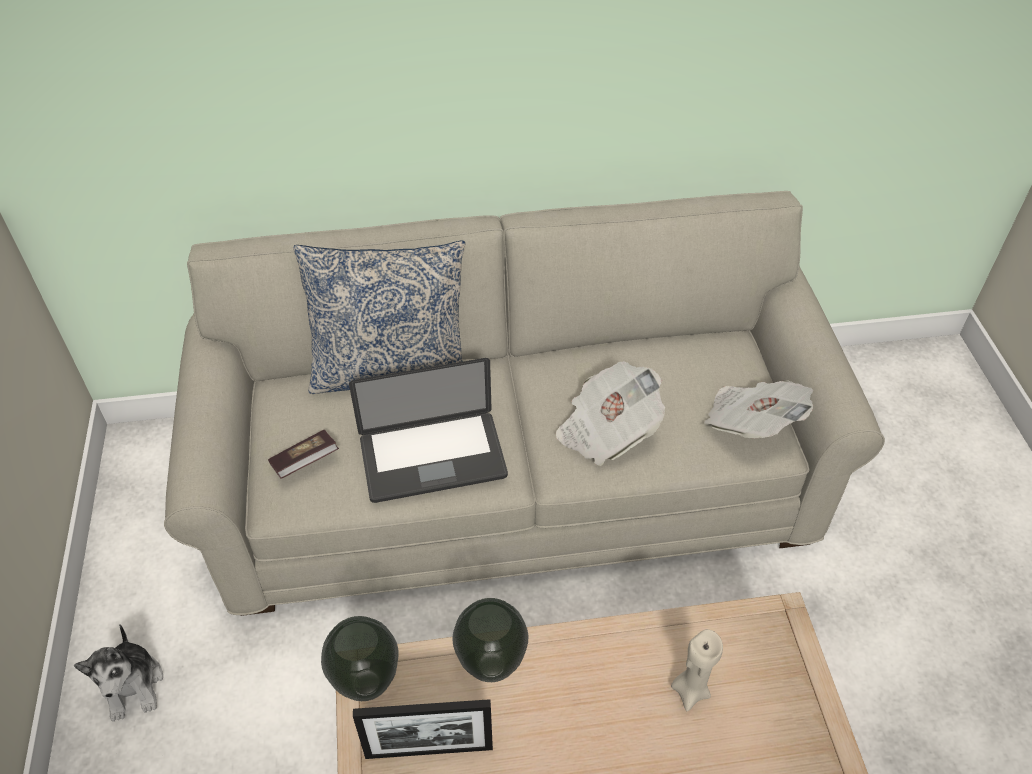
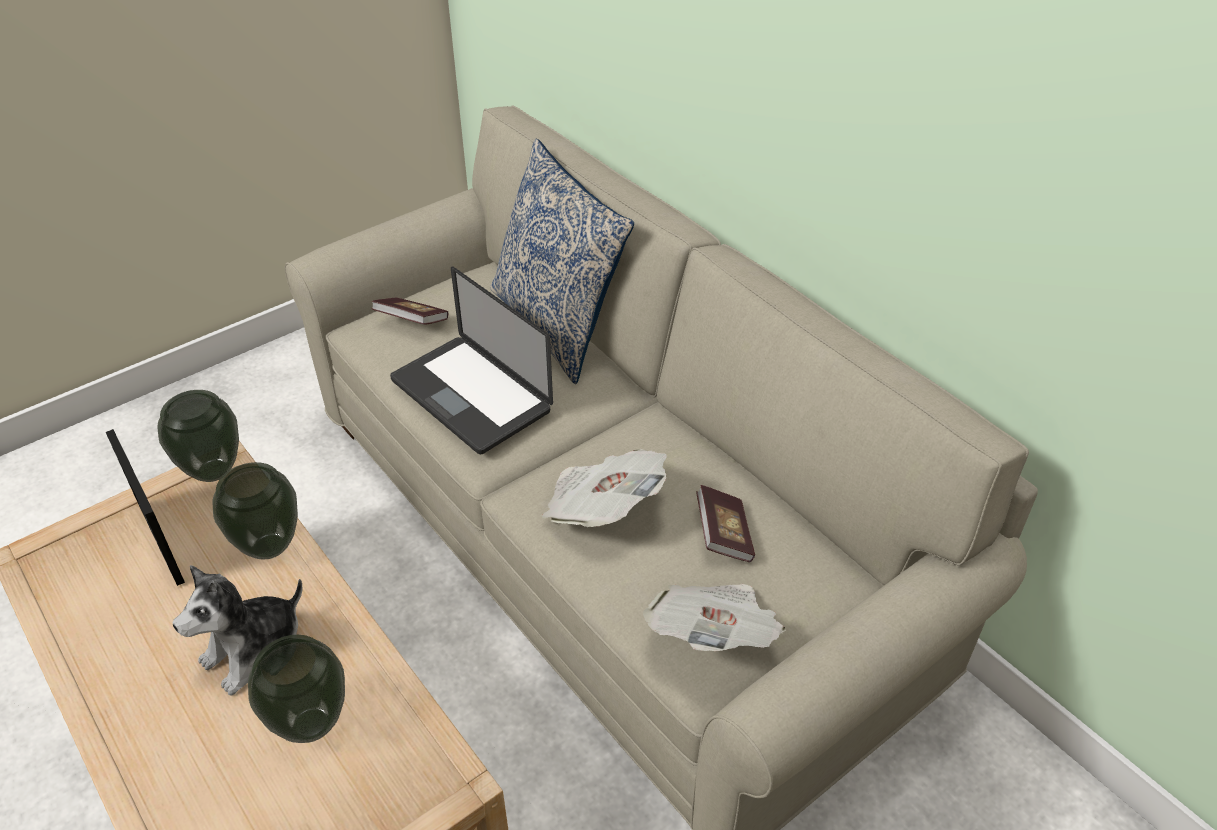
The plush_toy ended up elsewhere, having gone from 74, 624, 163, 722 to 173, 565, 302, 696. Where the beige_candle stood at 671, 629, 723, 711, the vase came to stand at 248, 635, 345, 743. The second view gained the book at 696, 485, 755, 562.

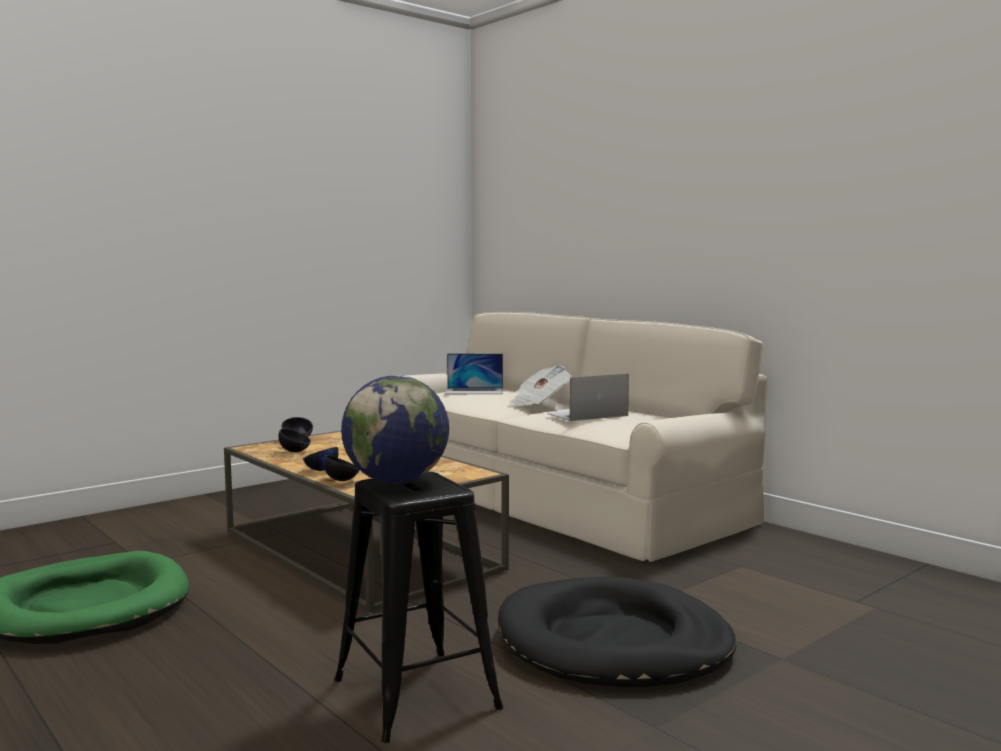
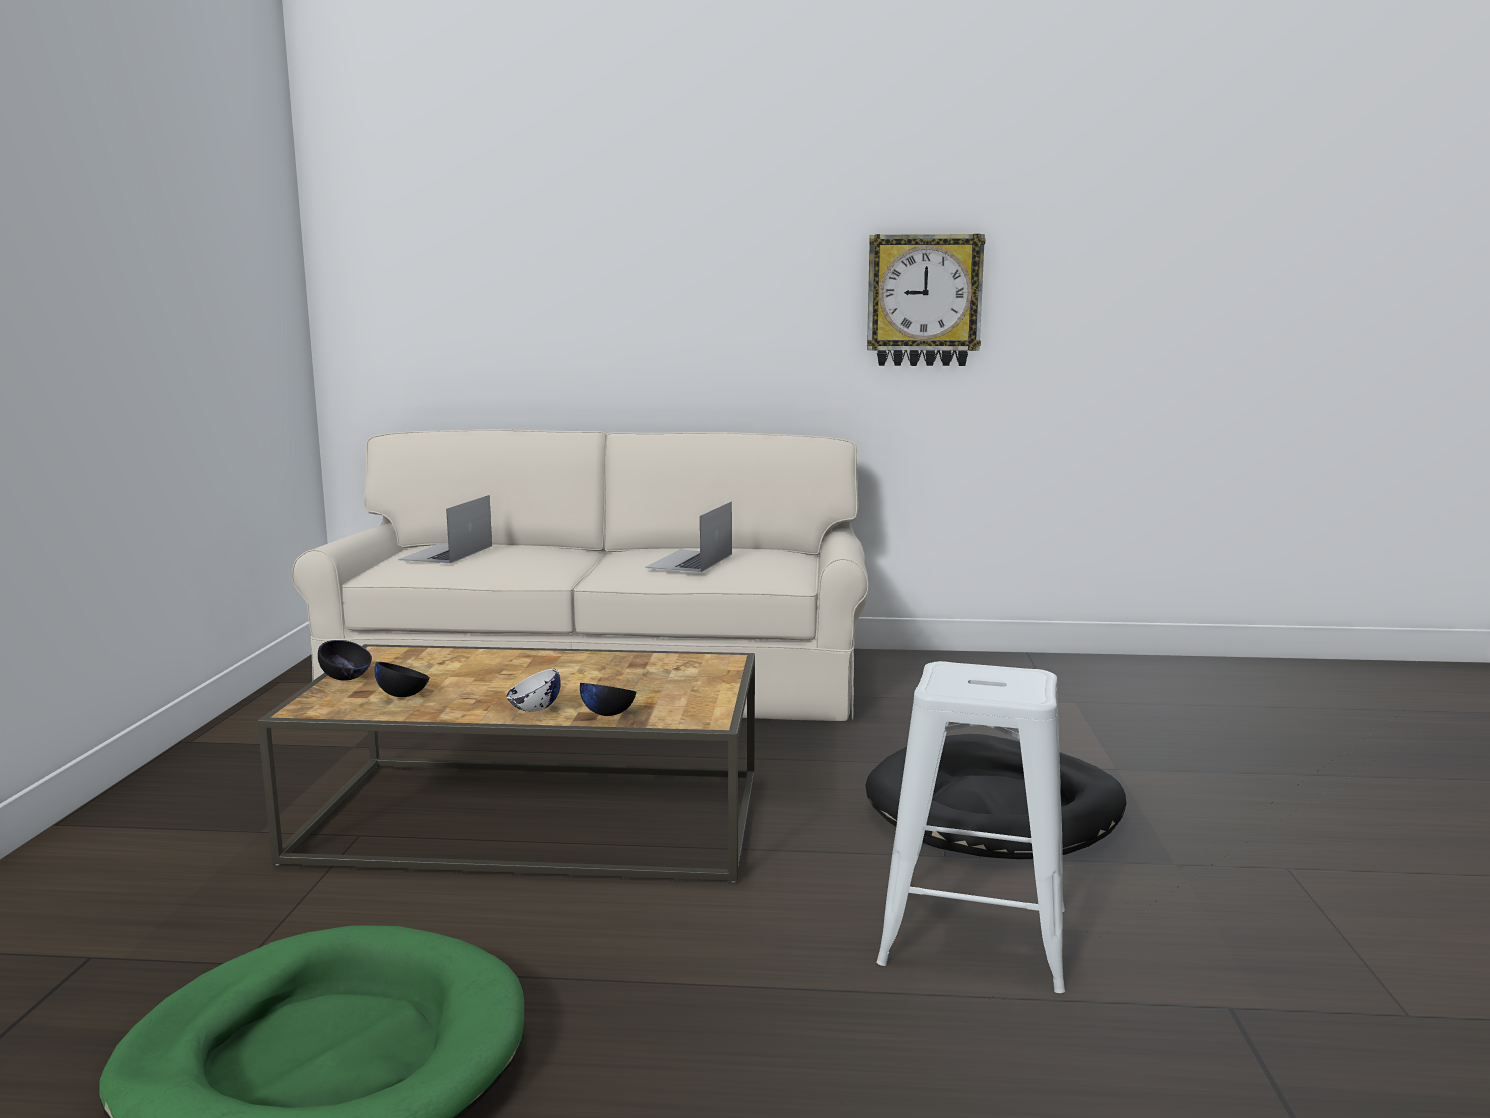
The laptop at 445, 354, 503, 394 ended up facing another way, 150 degrees clockwise from before. The second view lost the newspaper at 509, 365, 572, 406. The second view lost the globe at 341, 375, 449, 483. What was the black_bowl at 303, 447, 339, 471 turned into the white_bowl at 506, 669, 561, 712. What was the black_stool at 334, 472, 504, 743 turned into the white_stool at 876, 661, 1065, 993. The second view gained the wall_clock at 867, 234, 985, 366.

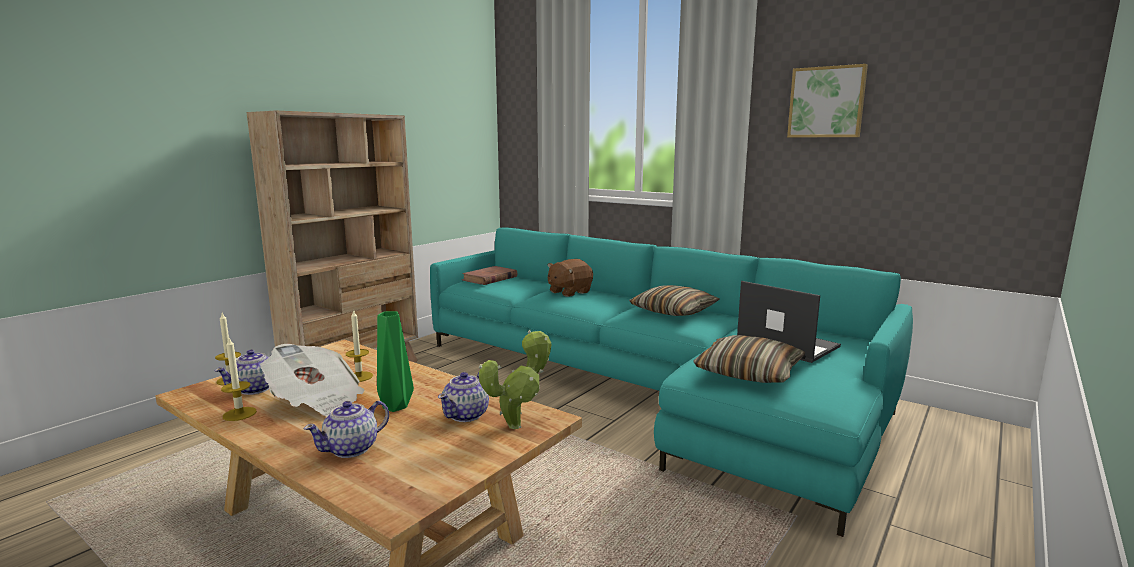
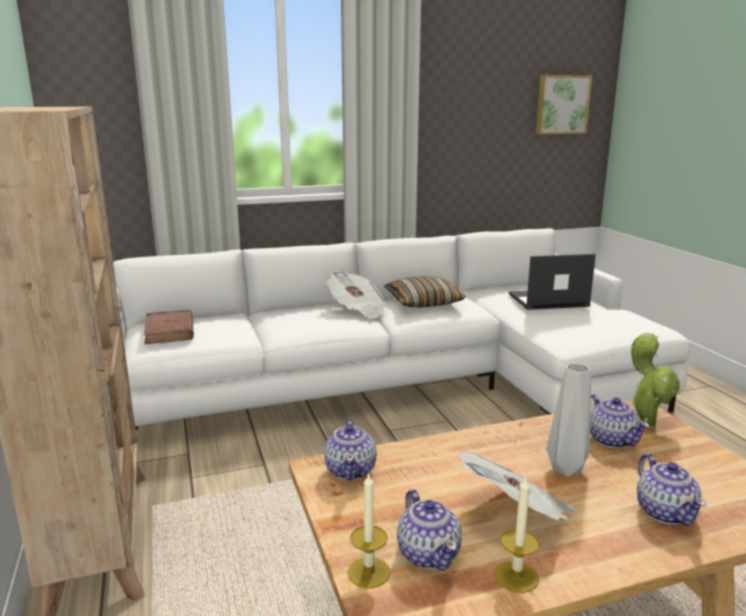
The picture ended up elsewhere, having gone from 787, 64, 868, 137 to 536, 75, 592, 134. What was the turquoise_sofa at 430, 227, 913, 537 turned into the white_sofa at 113, 228, 690, 430. The second view lost the brown_plush_toy at 548, 259, 593, 297. The second view lost the candle at 346, 309, 373, 382. What was the green_vase at 377, 311, 414, 412 turned into the grey_vase at 547, 363, 591, 477. The second view lost the pillow at 693, 335, 805, 383. The second view gained the newspaper at 327, 271, 388, 319. The second view gained the teapot at 324, 418, 377, 480.

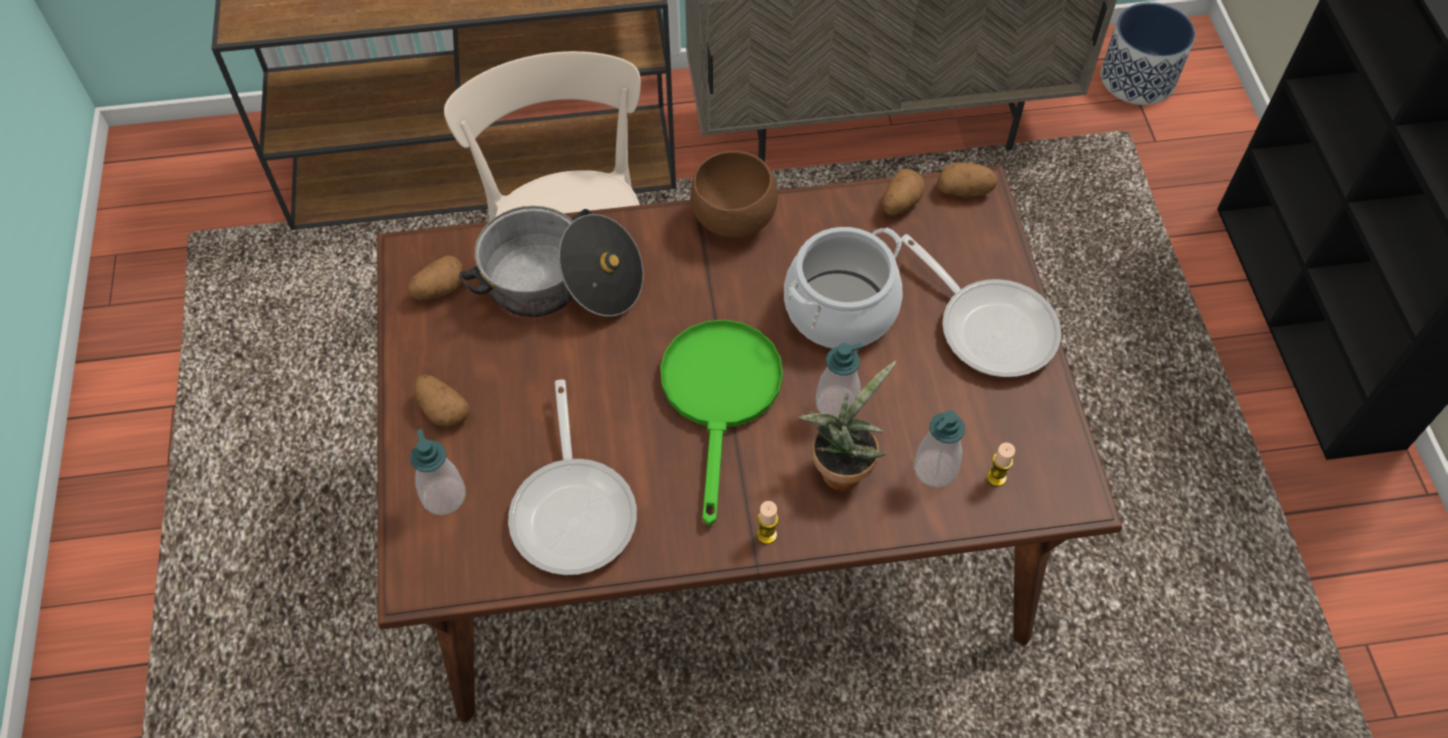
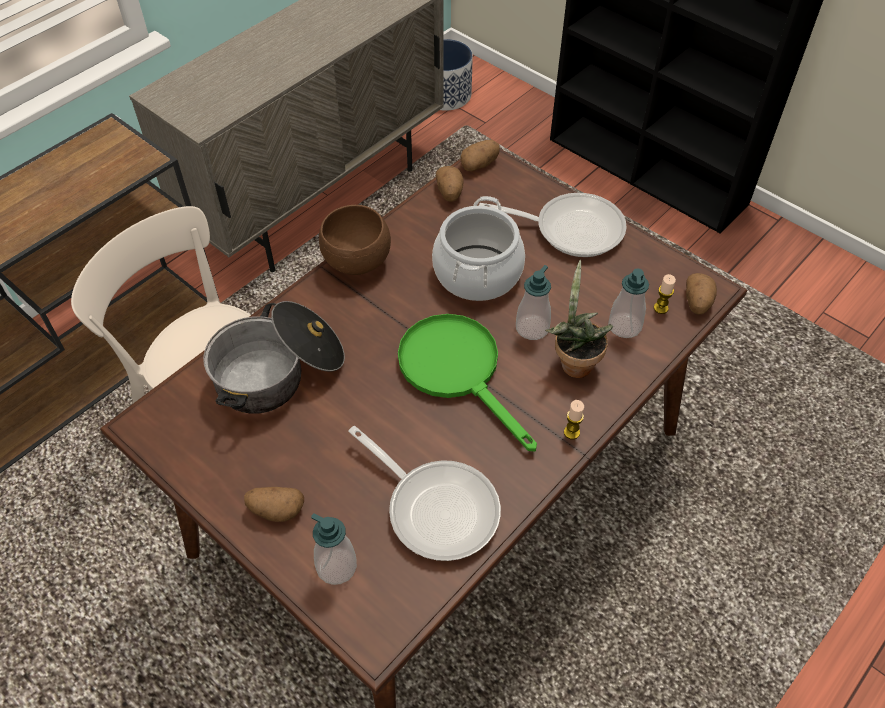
The potato ended up elsewhere, having gone from 408, 256, 464, 300 to 686, 273, 717, 315.

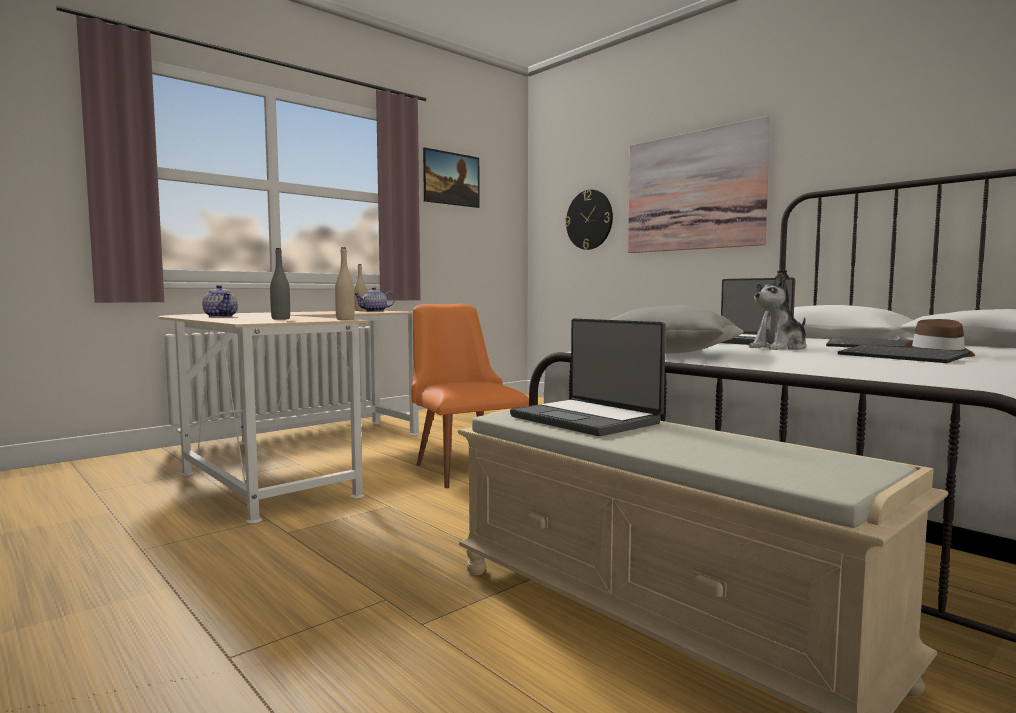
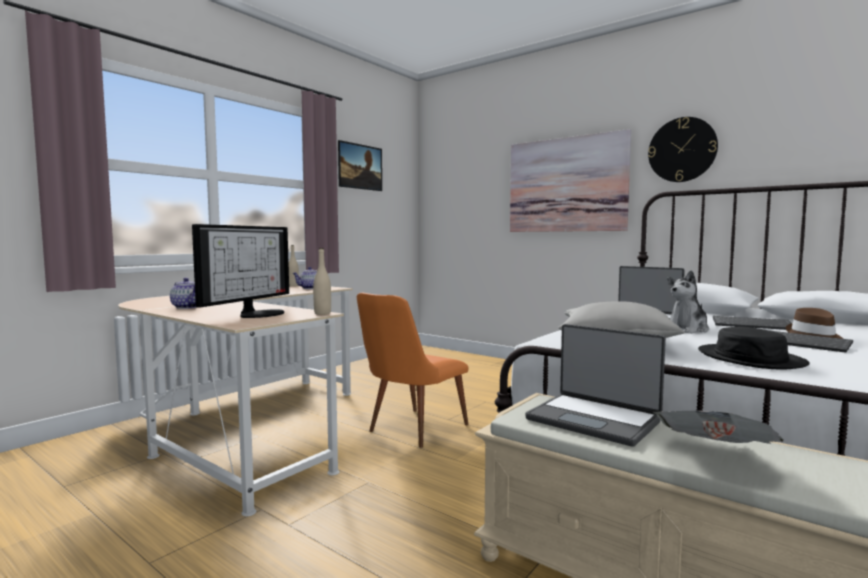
The wall_clock ended up elsewhere, having gone from 565, 190, 613, 250 to 648, 117, 718, 182. Where the grey_bottle stood at 270, 248, 290, 320, the monitor came to stand at 192, 224, 289, 318. The orange_chair at 411, 304, 529, 488 ended up facing another way, 105 degrees counterclockwise from before. The second view gained the black_hat at 698, 327, 810, 369. The second view gained the newspaper at 653, 411, 784, 444.

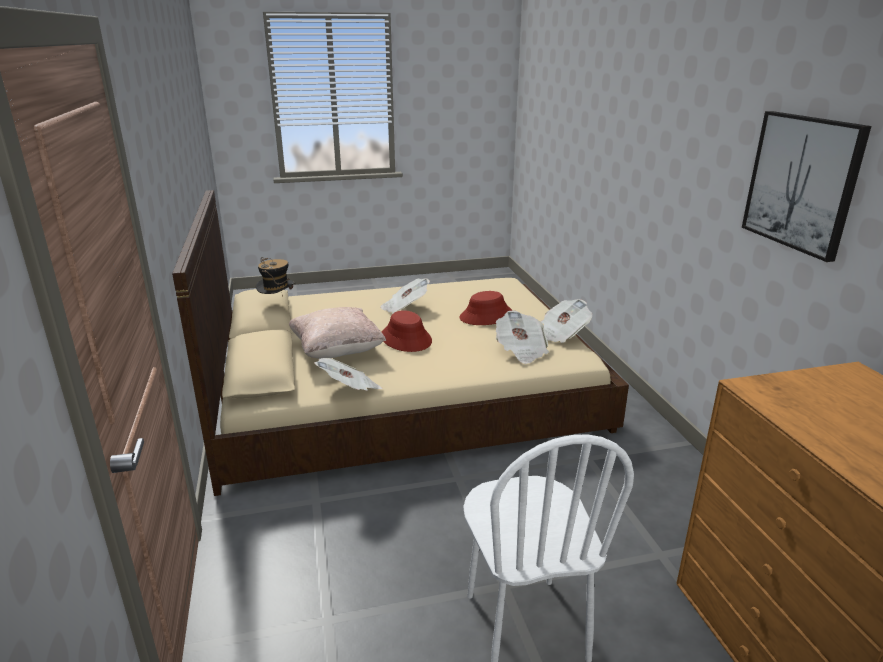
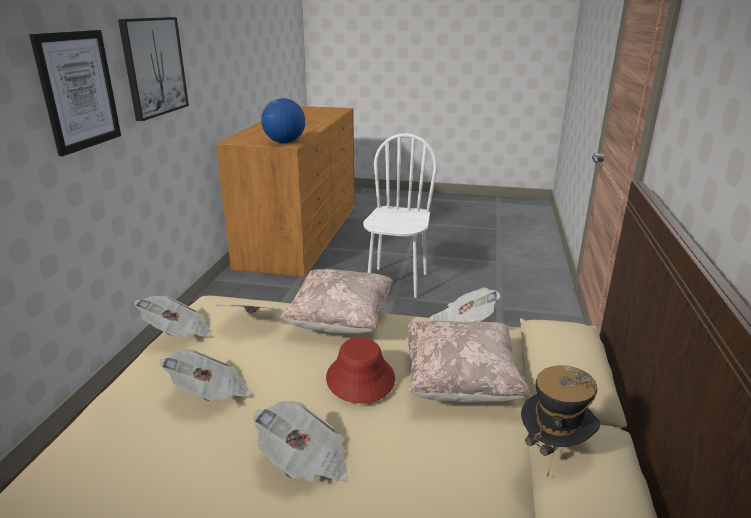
Where the red_hat stood at 460, 291, 512, 325, the newspaper came to stand at 160, 350, 252, 401. The second view gained the picture at 29, 30, 121, 156. The second view gained the globe at 261, 98, 305, 143. The second view gained the beige_pillow at 280, 269, 393, 334.

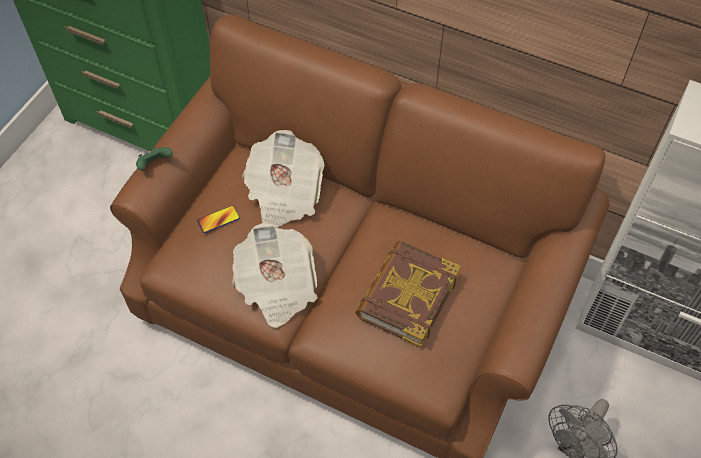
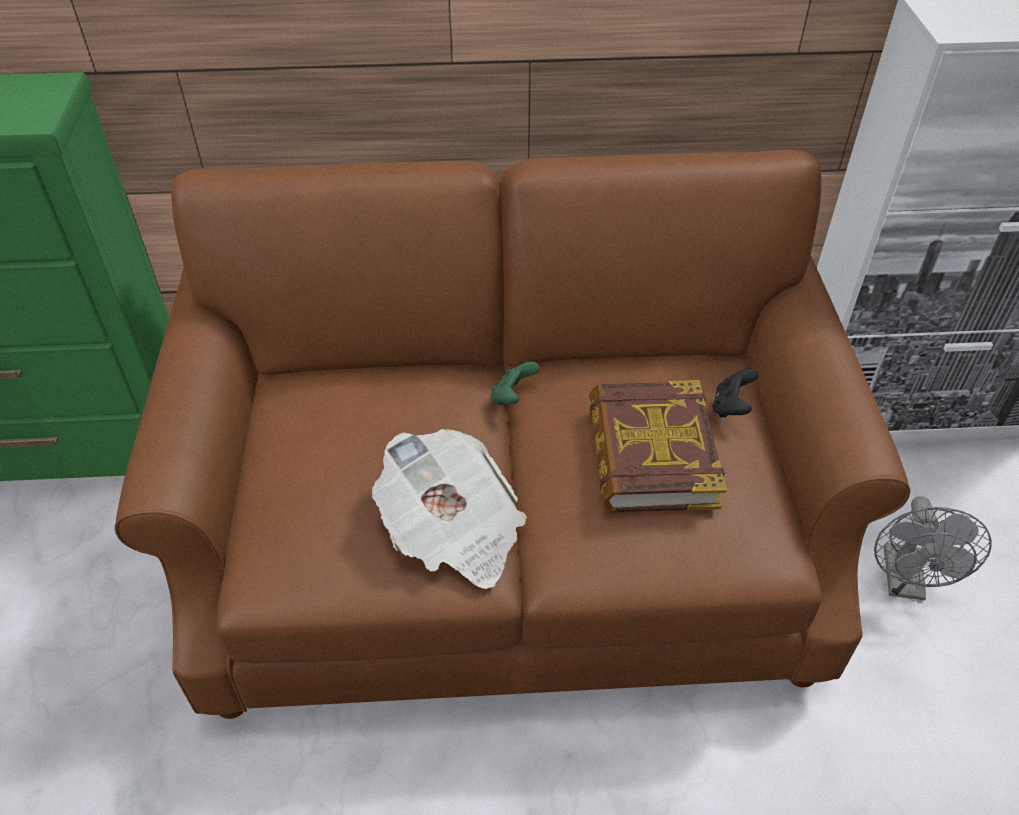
The second view lost the newspaper at 242, 130, 325, 227. The green_game_controller ended up elsewhere, having gone from 136, 147, 173, 170 to 491, 362, 540, 405. The second view lost the phone at 197, 205, 240, 233. The second view gained the black_game_controller at 712, 369, 758, 417.

